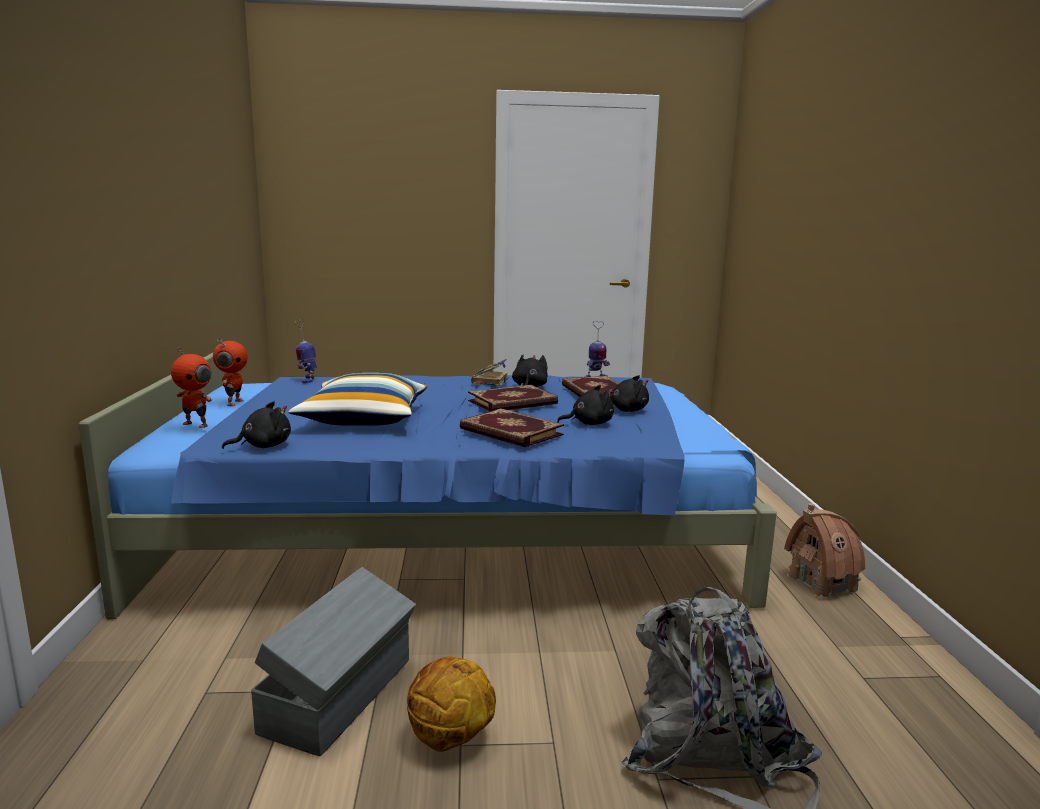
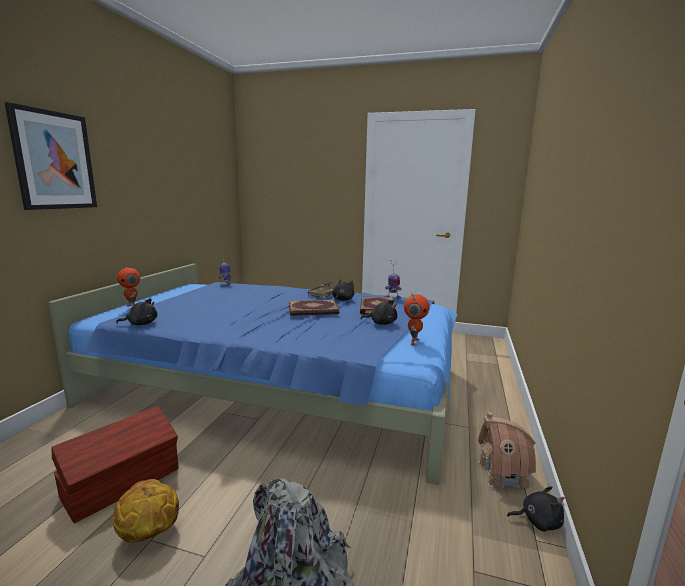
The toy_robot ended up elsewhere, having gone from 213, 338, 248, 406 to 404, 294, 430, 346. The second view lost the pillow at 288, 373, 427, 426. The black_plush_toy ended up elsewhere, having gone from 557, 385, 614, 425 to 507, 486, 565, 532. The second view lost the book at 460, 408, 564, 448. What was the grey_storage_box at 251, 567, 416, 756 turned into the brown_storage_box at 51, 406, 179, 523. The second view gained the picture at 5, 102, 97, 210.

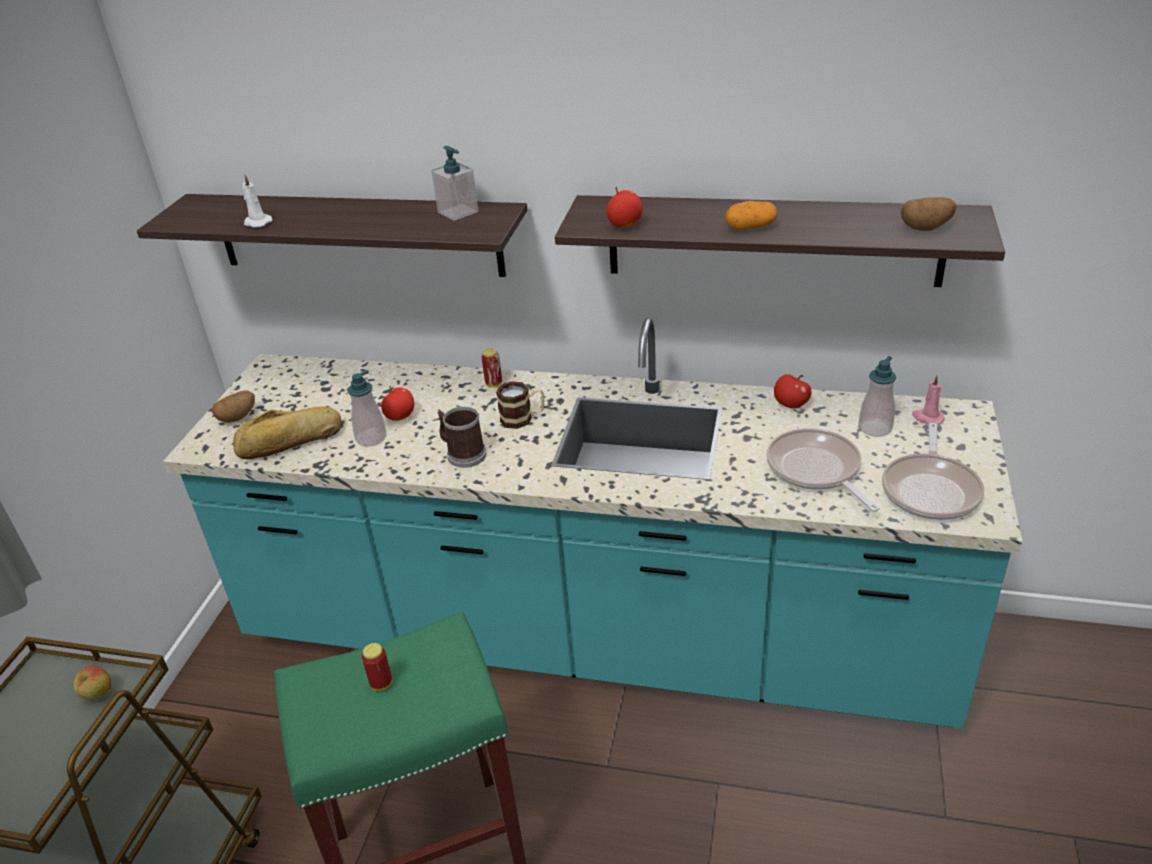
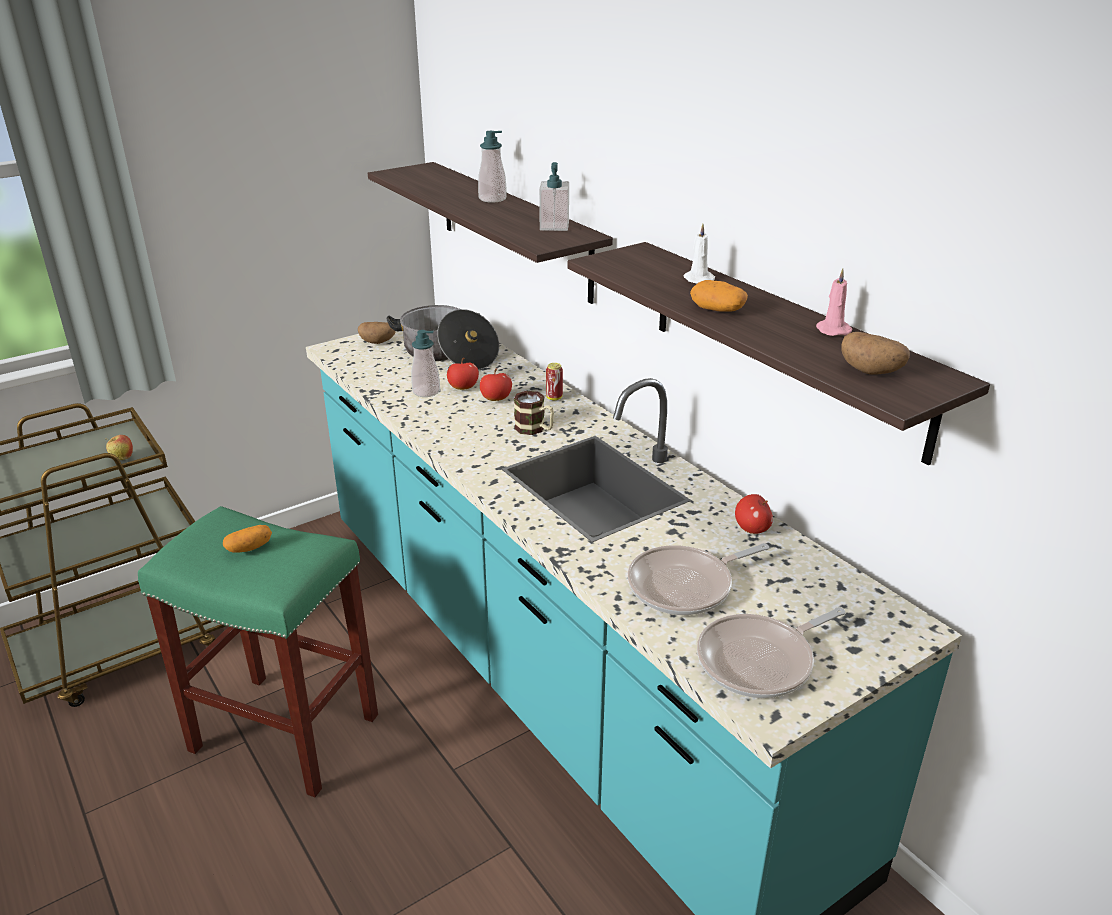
The white_candle ended up elsewhere, having gone from 243, 175, 273, 227 to 684, 224, 715, 284. The apple ended up elsewhere, having gone from 606, 187, 643, 228 to 480, 368, 512, 401. The soap_dispenser ended up elsewhere, having gone from 859, 356, 896, 437 to 478, 131, 507, 202. The pink_candle ended up elsewhere, having gone from 912, 375, 945, 425 to 816, 268, 852, 336. The second view lost the bread at 233, 407, 341, 459. The second view lost the mug at 438, 407, 487, 468. The frying_pan at 766, 428, 879, 512 ended up facing another way, 135 degrees counterclockwise from before. Where the can stood at 362, 643, 392, 691, the potato came to stand at 223, 525, 272, 553. The second view gained the cooking_pot at 386, 305, 499, 370.

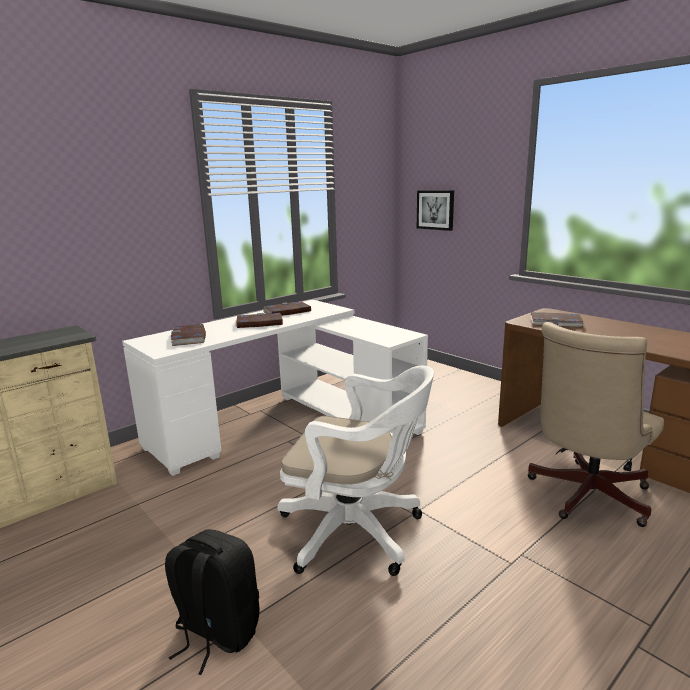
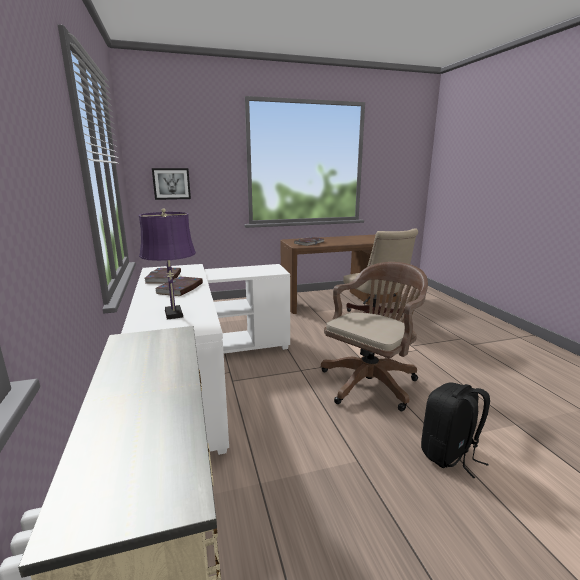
Where the book stood at 171, 324, 206, 346, the purple_table_lamp came to stand at 138, 208, 196, 320. What was the white_office_chair at 277, 366, 434, 576 turned into the brown_office_chair at 321, 262, 428, 411.

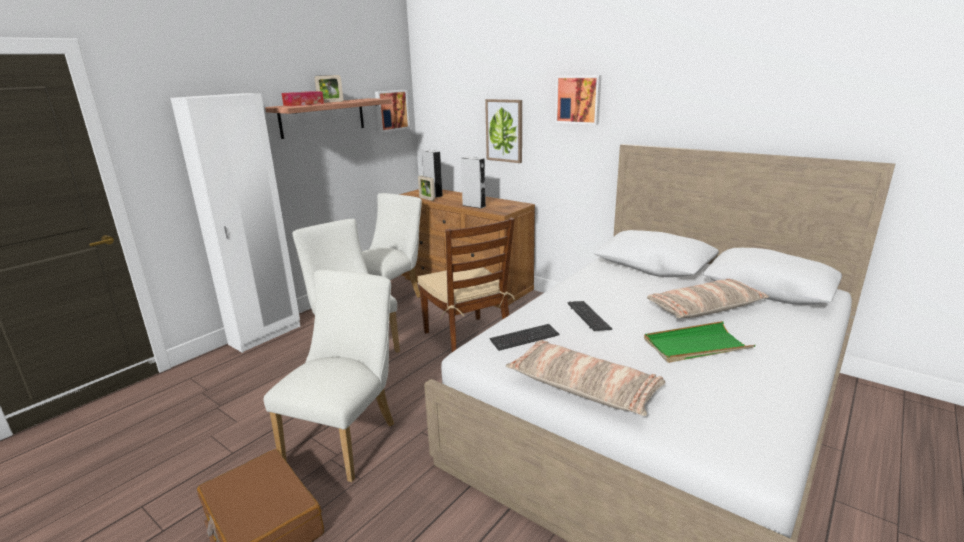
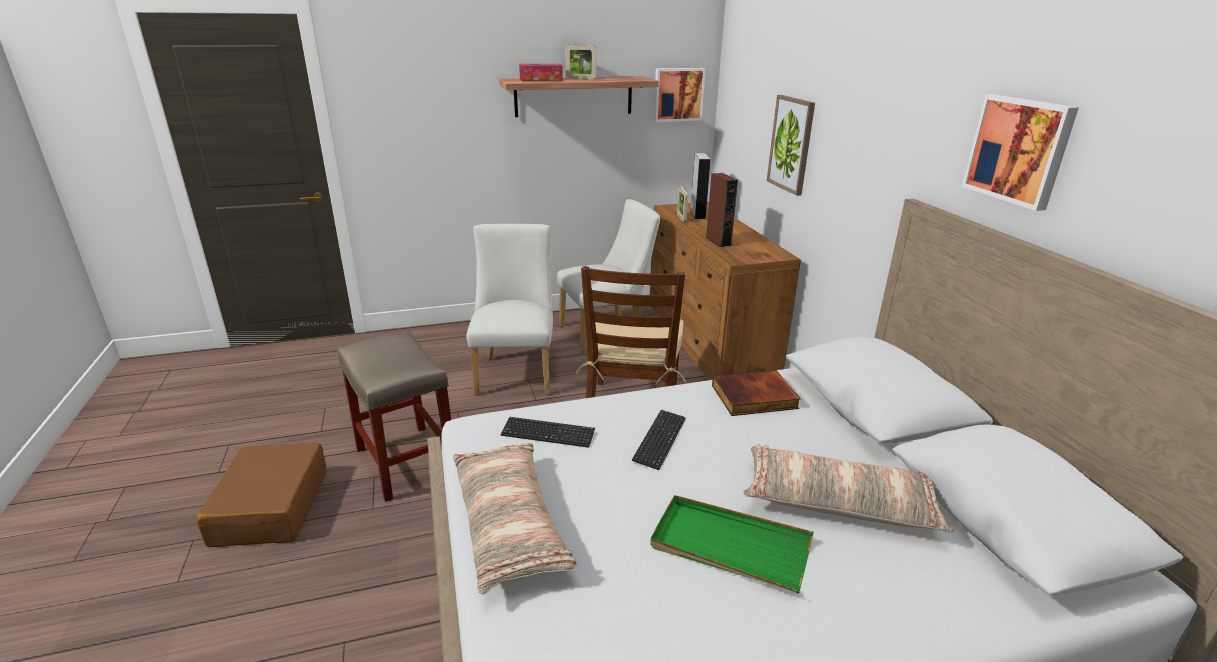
The picture ended up elsewhere, having gone from 555, 75, 601, 125 to 962, 94, 1079, 211. The second view lost the white_wardrobe at 171, 93, 301, 353. What was the grey_speaker at 461, 157, 486, 208 turned into the brown_speaker at 706, 173, 738, 248. Where the white_chair stood at 263, 270, 394, 482, the beige_stool came to stand at 338, 331, 451, 502. The second view gained the book at 712, 370, 801, 416.

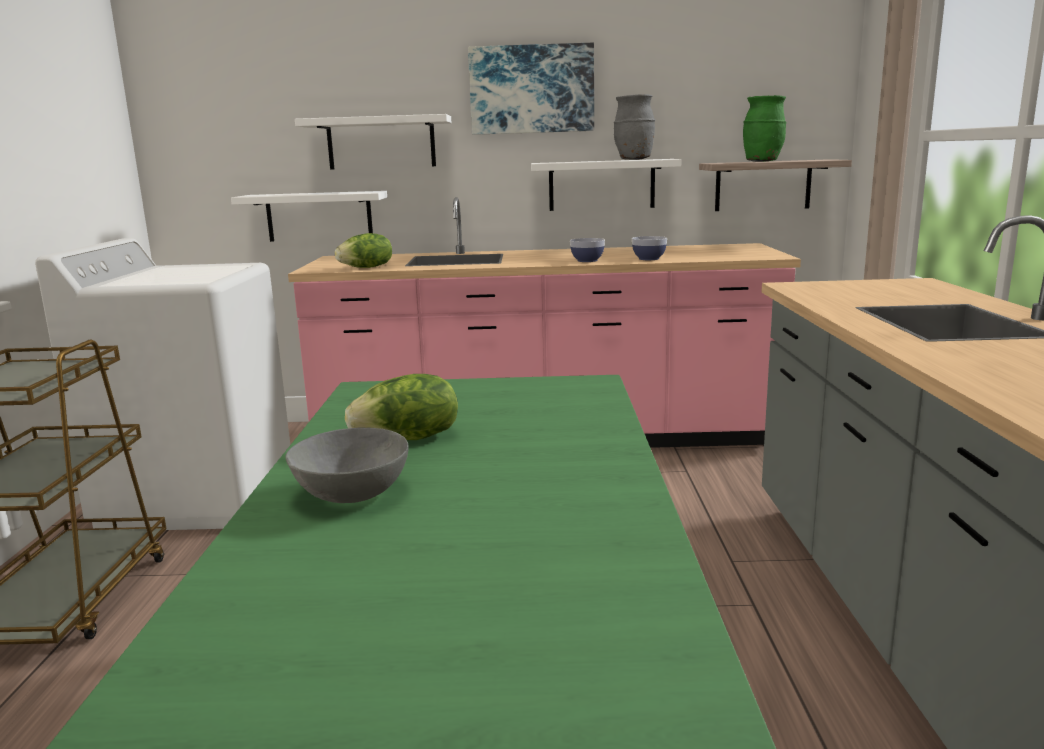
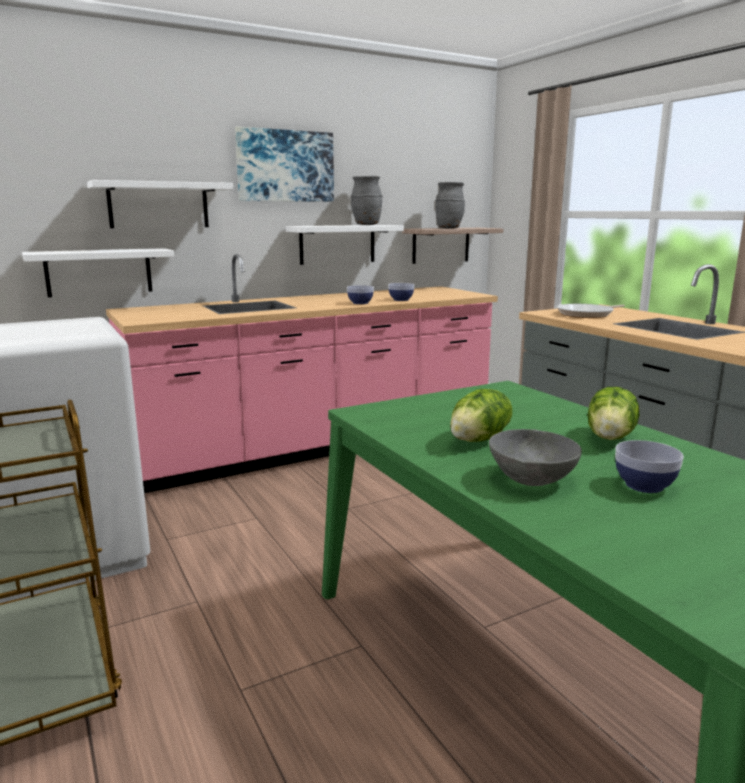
What was the green_vase at 743, 95, 786, 162 turned into the grey_vase at 435, 182, 465, 228. The lettuce ended up elsewhere, having gone from 335, 233, 392, 268 to 588, 387, 639, 440. The second view gained the frying_pan at 557, 304, 625, 318. The second view gained the bowl at 615, 440, 684, 493.

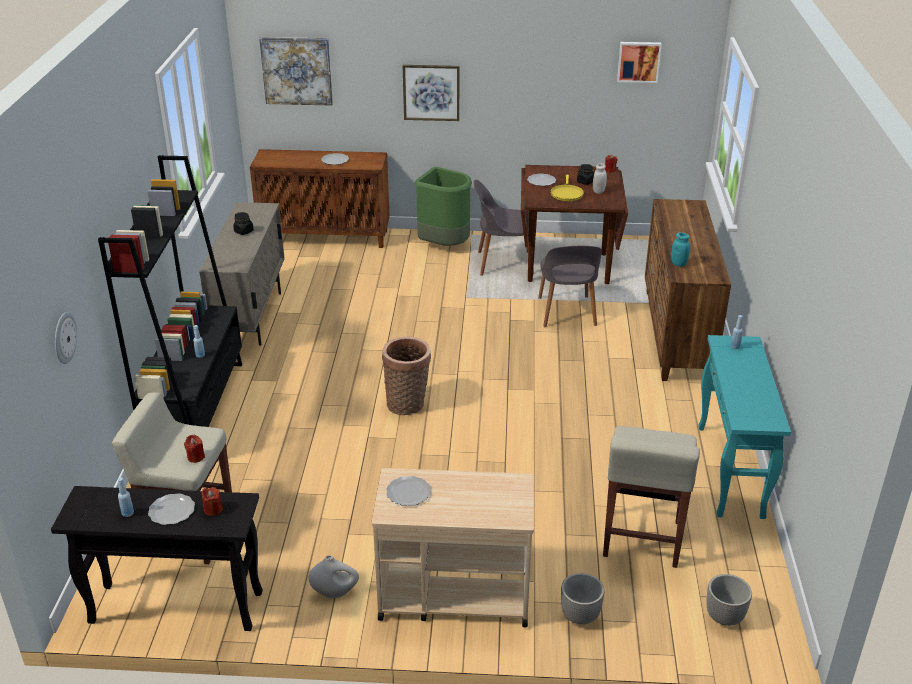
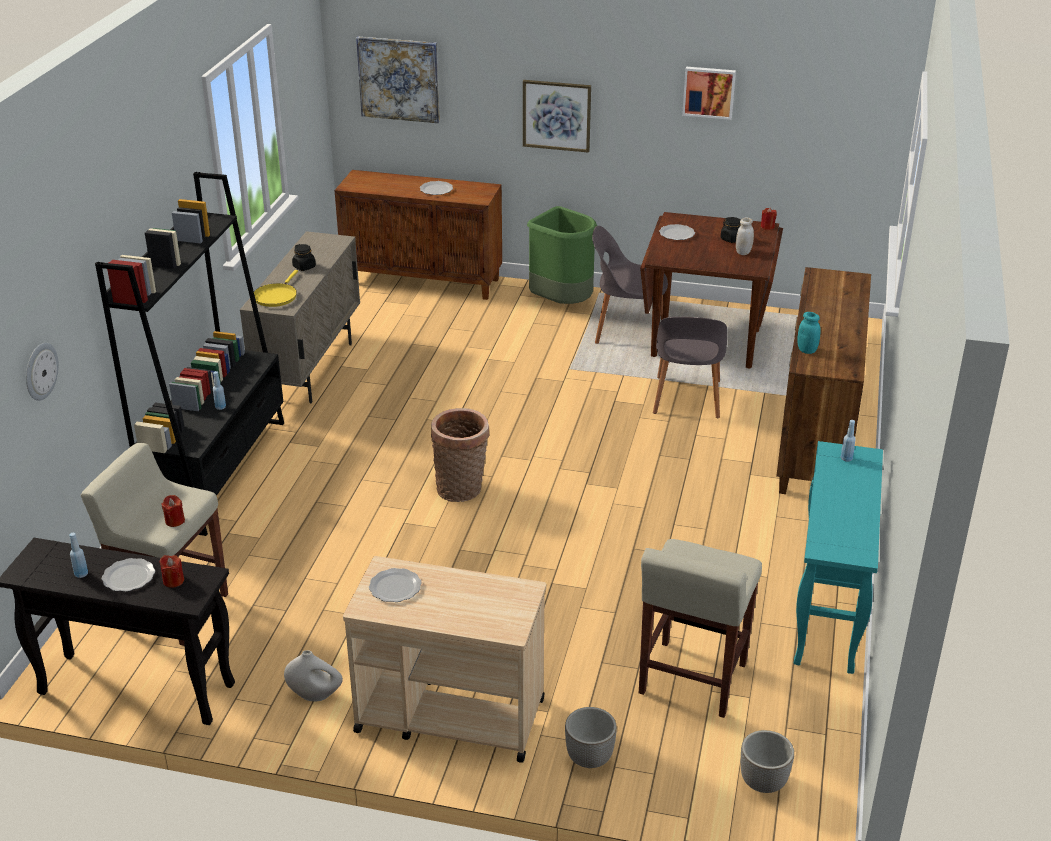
The picture ended up elsewhere, having gone from 617, 42, 662, 83 to 682, 67, 736, 120. The yellow_frying_pan ended up elsewhere, having gone from 550, 175, 584, 201 to 254, 270, 298, 307.

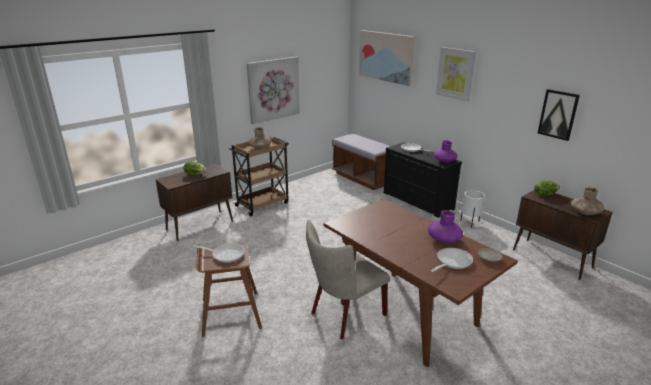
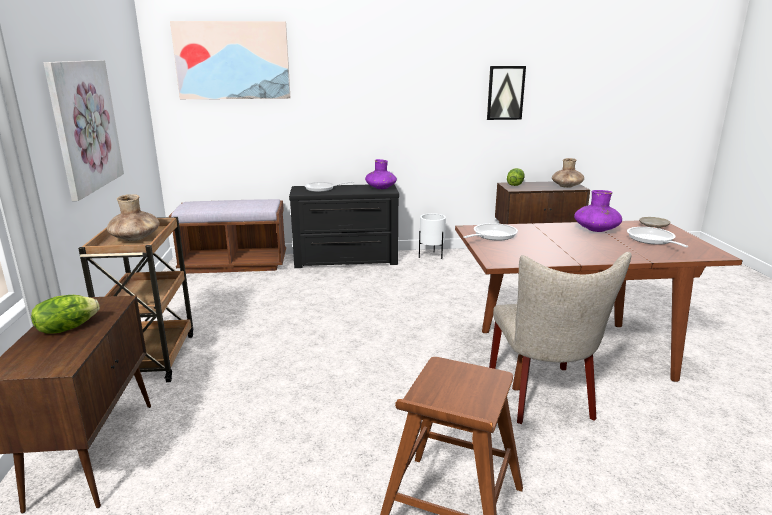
The second view lost the picture at 436, 47, 476, 101. The frying_pan ended up elsewhere, having gone from 193, 244, 245, 263 to 463, 223, 518, 241.

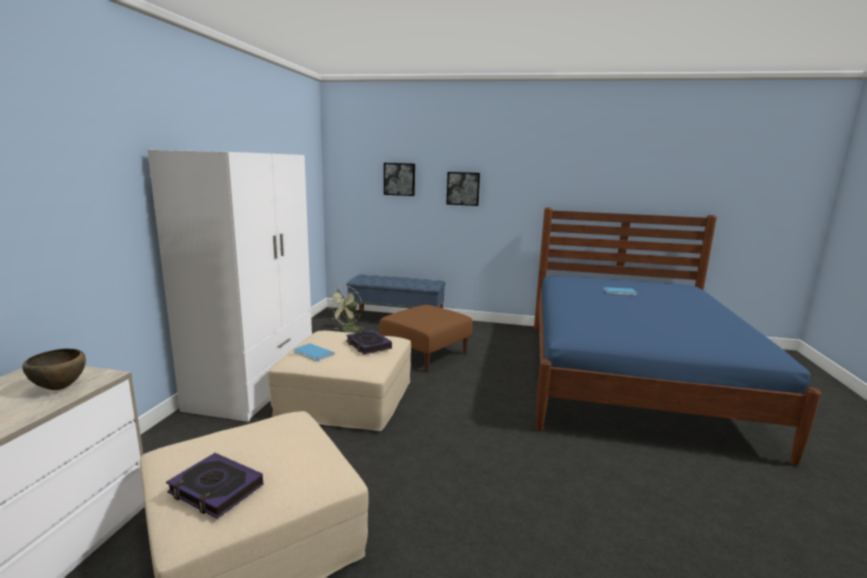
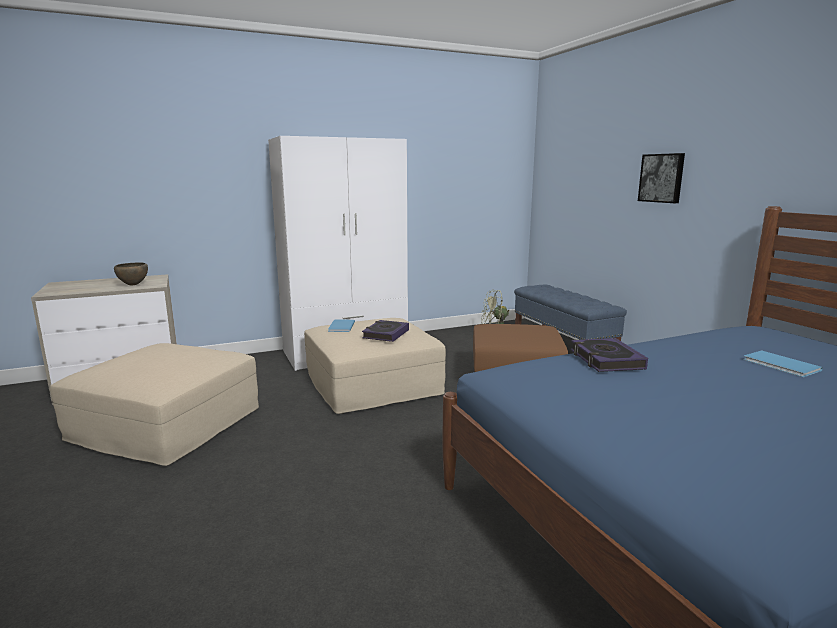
The second view lost the picture at 384, 163, 415, 196. The book ended up elsewhere, having gone from 166, 453, 263, 518 to 571, 338, 648, 372.

